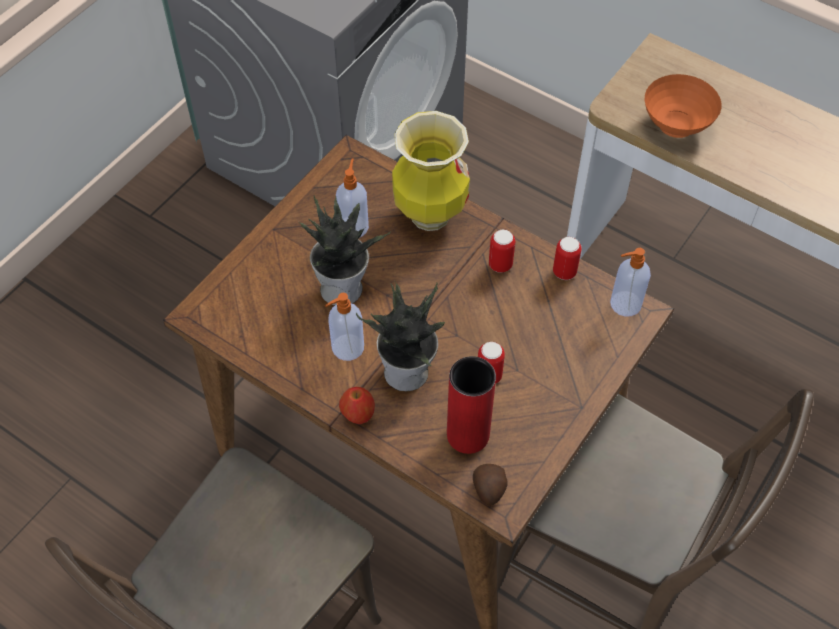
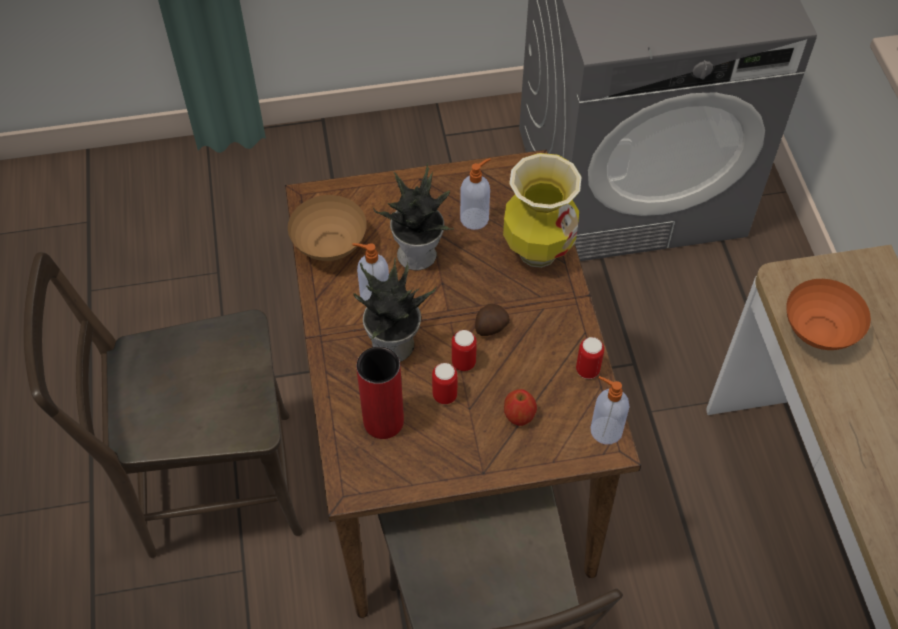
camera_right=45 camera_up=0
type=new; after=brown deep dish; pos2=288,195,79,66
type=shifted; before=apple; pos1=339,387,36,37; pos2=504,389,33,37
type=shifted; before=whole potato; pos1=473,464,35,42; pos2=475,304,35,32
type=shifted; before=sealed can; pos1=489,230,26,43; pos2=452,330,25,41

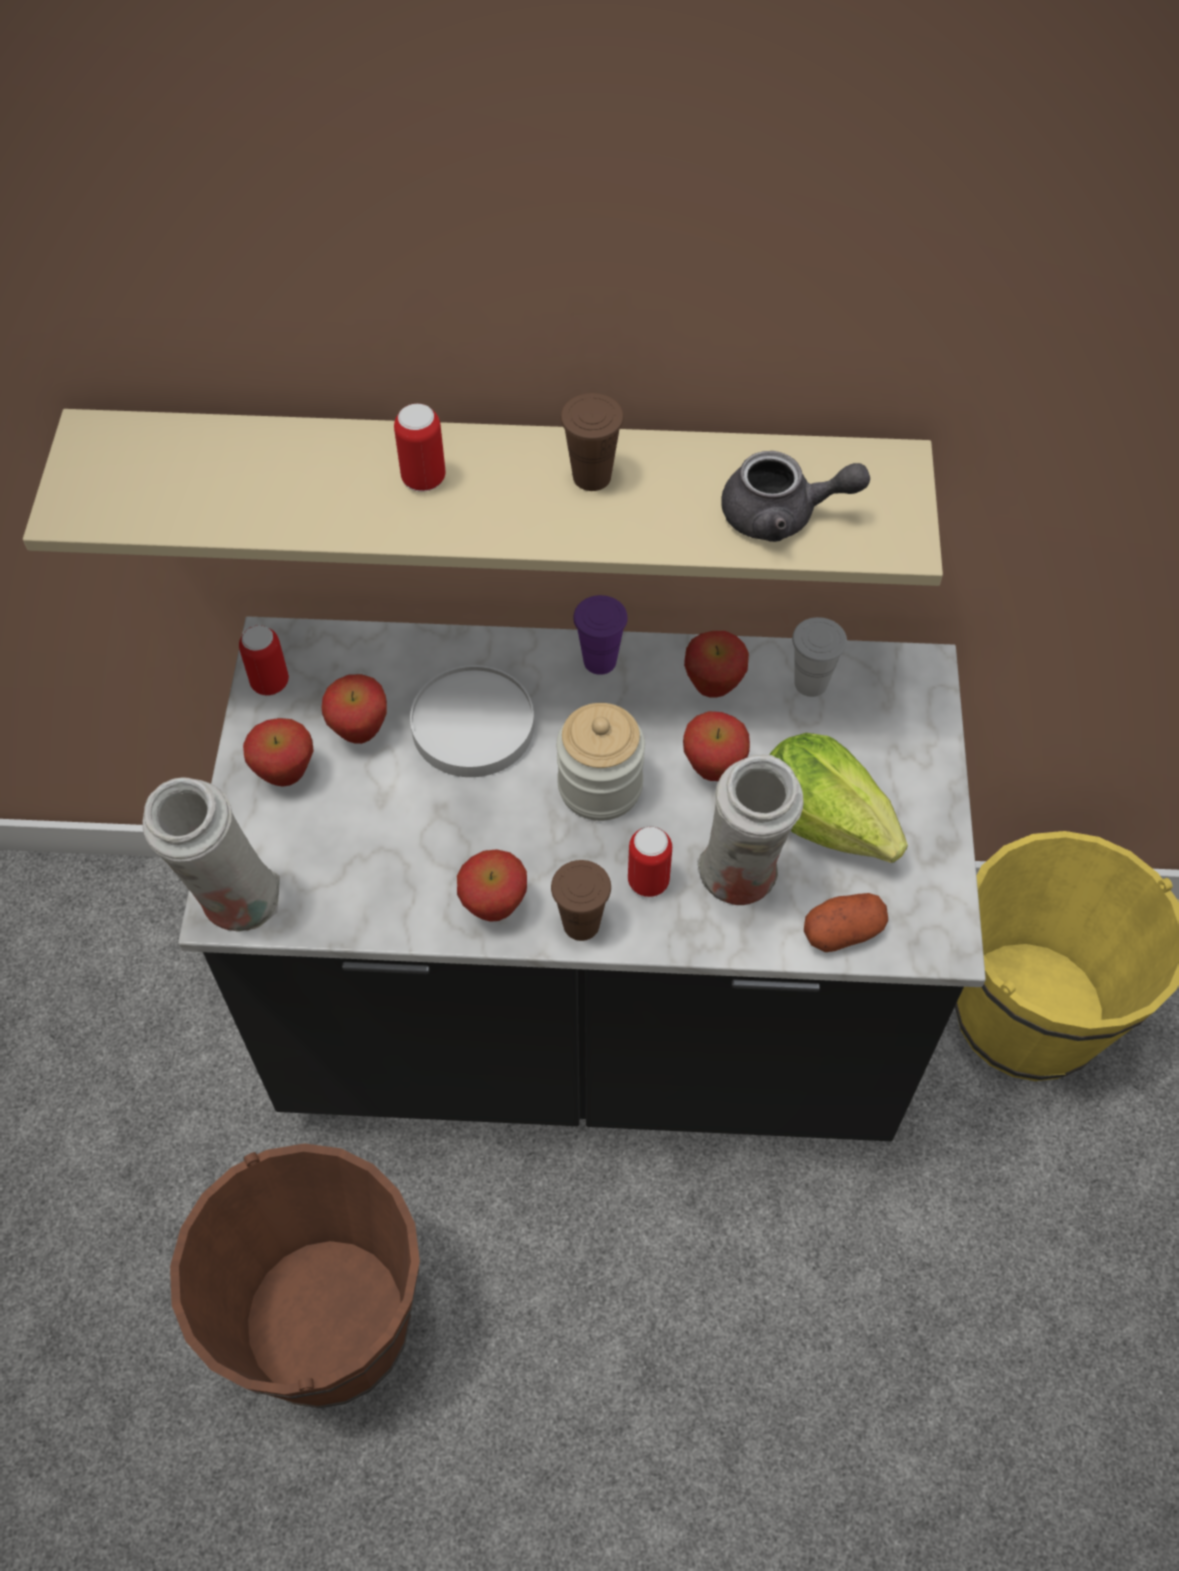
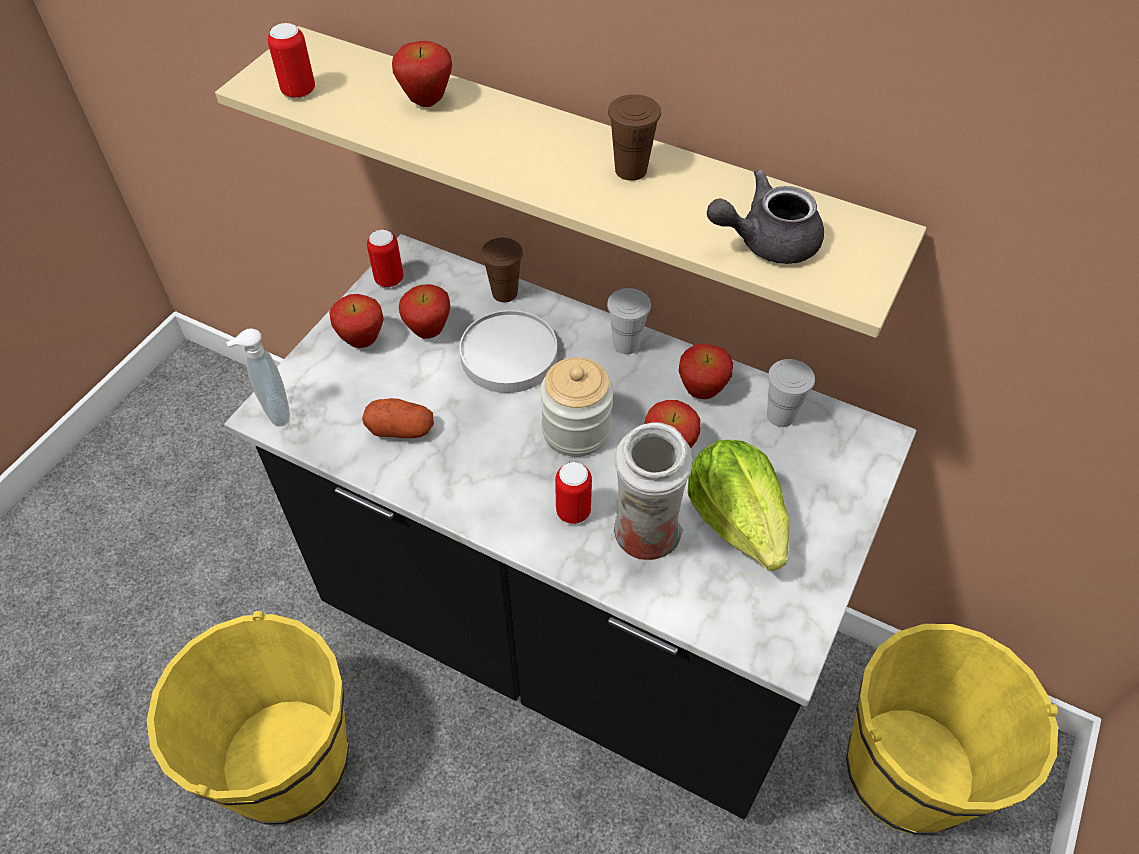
camera_right=25 camera_up=-5
type=shifted; before=sealed can; pos1=394,403,52,89; pos2=268,23,47,76
type=shifted; before=apple; pos1=457,849,70,73; pos2=392,41,60,66
type=shifted; before=brown small cup; pos1=551,860,60,81; pos2=481,238,42,64
type=shifted; before=whole potato; pos1=804,893,84,59; pos2=362,398,72,40
type=swapped; before=white-coloured flower vase; after=soap bottle; pos1=142,778,138,154; pos2=226,328,64,98
type=repainted; before=brown water bucket; after=yellowish water bucket; pos1=170,1143,250,265; pos2=147,611,202,214
type=repainted; before=purple-coloured small cup; after=white-coloured small cup; pos1=573,595,55,80; pos2=607,288,44,66
type=rotated; before=grey teapot; pos1=721,451,149,91; pos2=707,169,117,95; turn=135

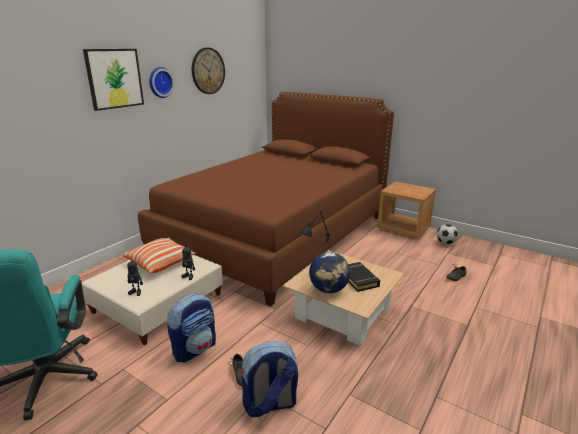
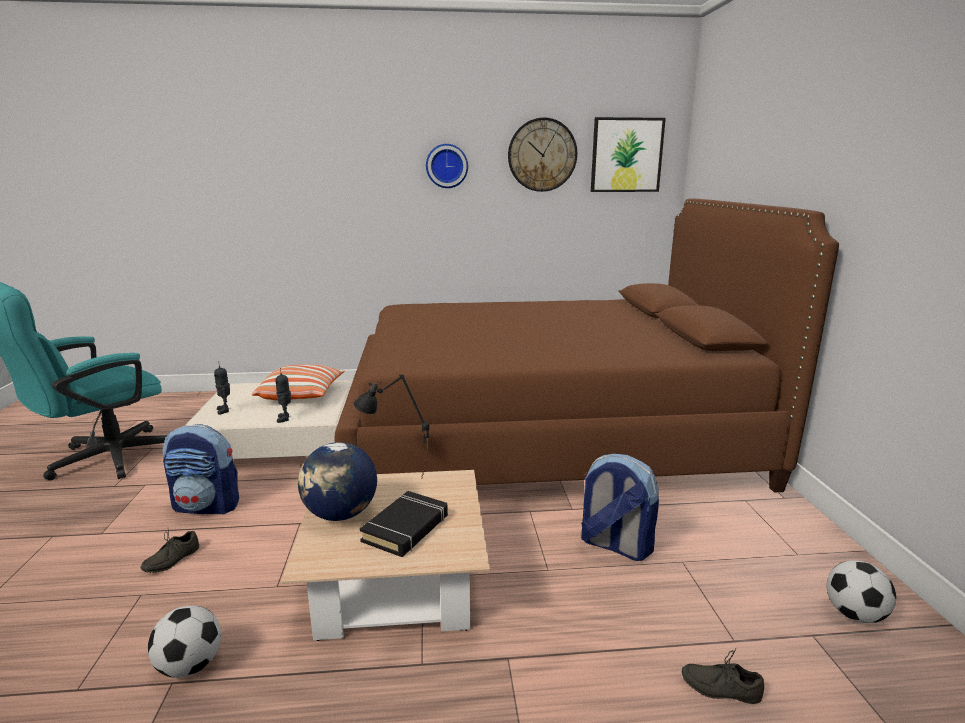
camera_right=50 camera_up=-5
type=gone; before=brown night table; pos1=377,181,59,58
type=new; after=ball for football; pos2=148,605,73,73
type=shifted; before=wall picture; pos1=83,49,61,62; pos2=591,117,75,75
type=shifted; before=knapsack; pos1=241,341,57,76; pos2=581,454,78,107

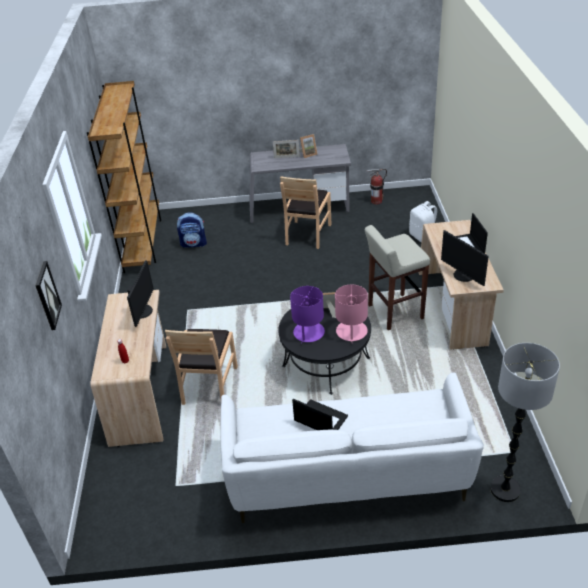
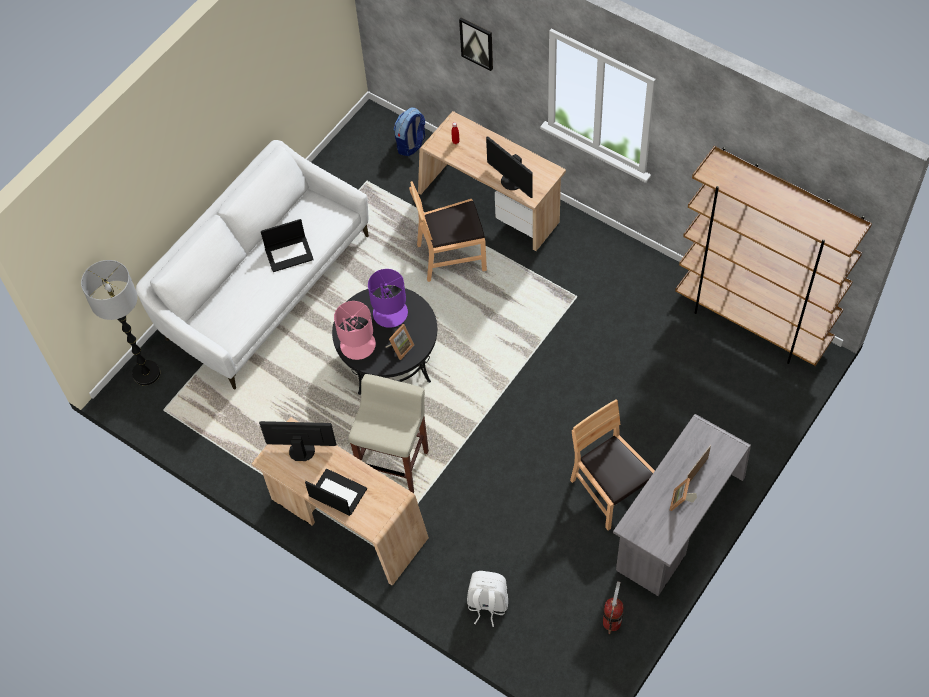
camera_right=130 camera_up=20
type=shifted; before=knapsack; pos1=177,212,30,36; pos2=394,107,31,49
type=rotated; before=brown plain chair; pos1=165,329,73,76; pos2=409,181,78,101; turn=-60

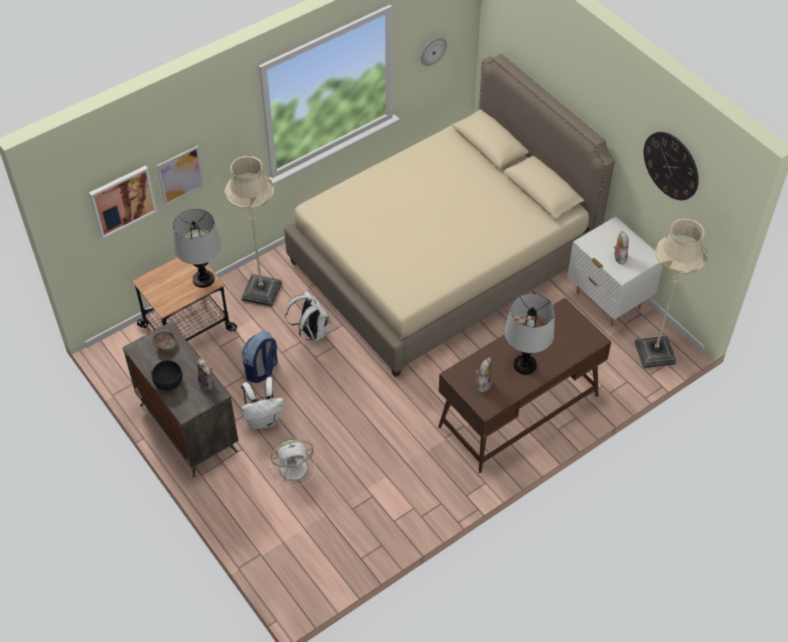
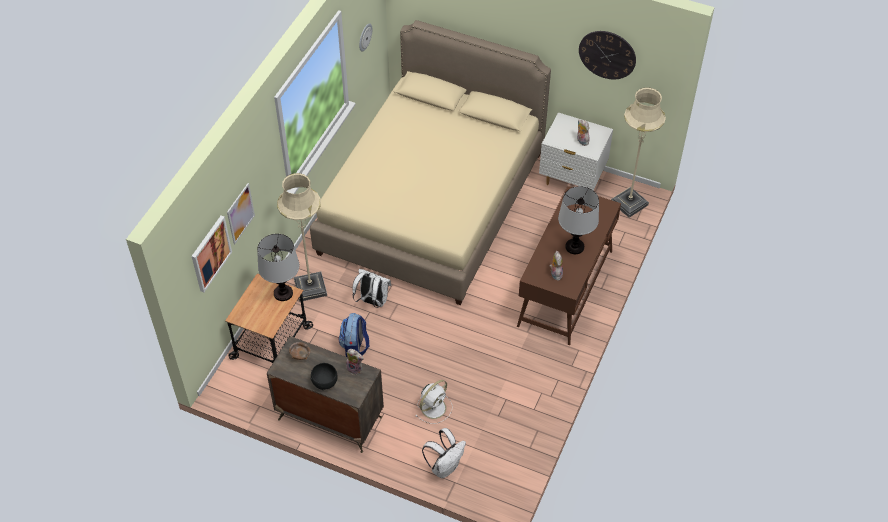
camera_right=-30 camera_up=0
type=shifted; before=white-coloured knapsack; pos1=241,377,43,52; pos2=422,428,44,50

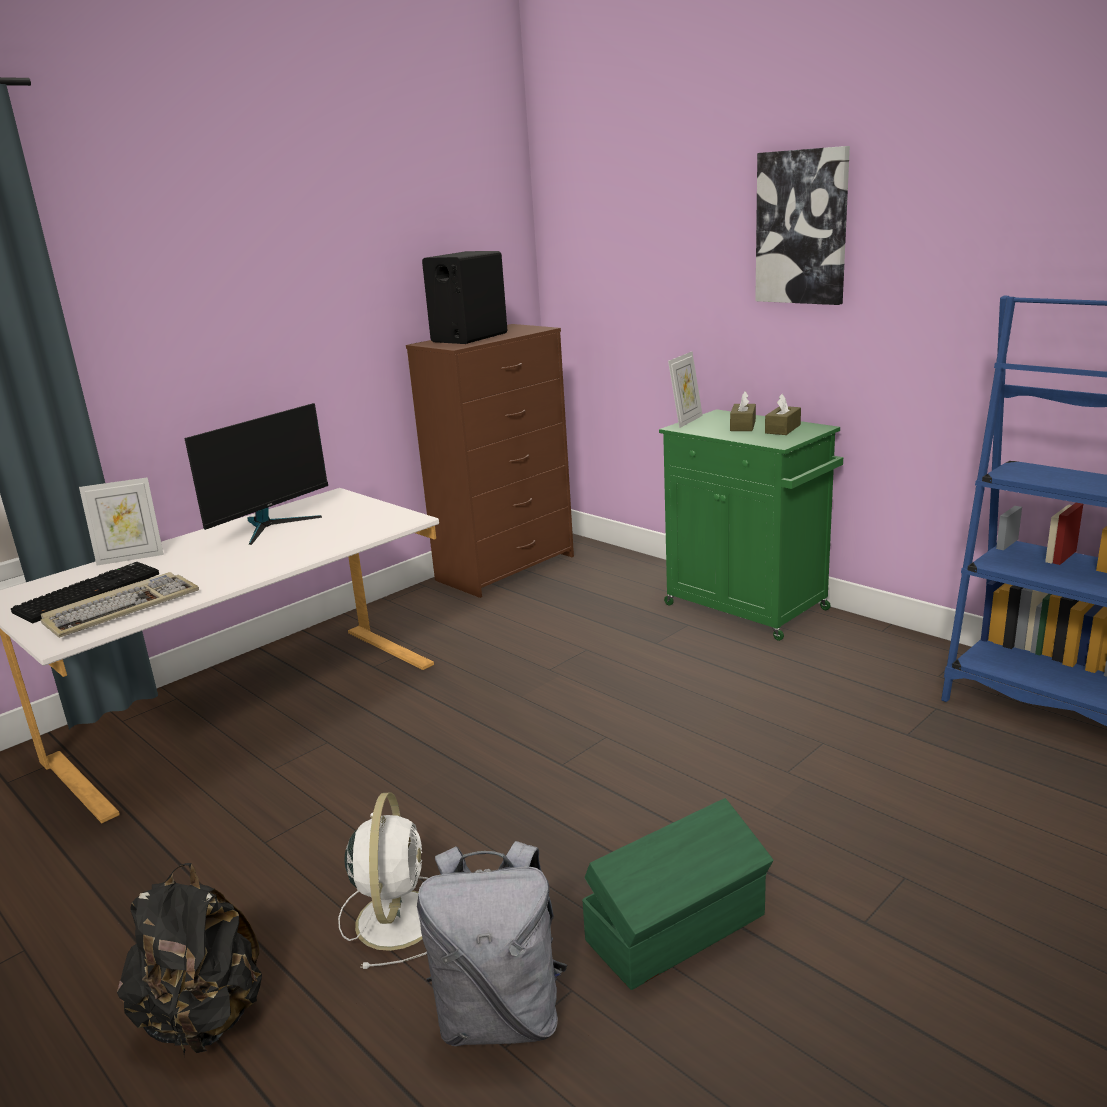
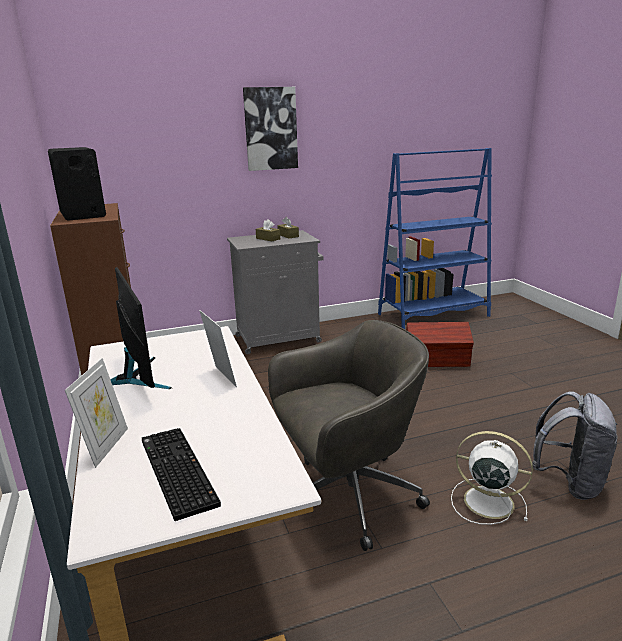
camera_right=-65 camera_up=0
type=gone; before=keyboard; pos1=41,572,158,66
type=gone; before=blackish knapsack; pos1=117,863,145,191
type=gone; before=greenish storage container; pos1=582,798,192,192
type=new; after=grey office chair; pos2=268,320,162,231
type=new; after=brown storage container; pos2=406,322,68,45
type=shifted; before=photo frame; pos1=668,351,35,77; pos2=199,310,38,77
type=repainted; before=greenish cupboard; after=grey cupboard; pos1=659,409,184,232; pos2=227,230,96,124

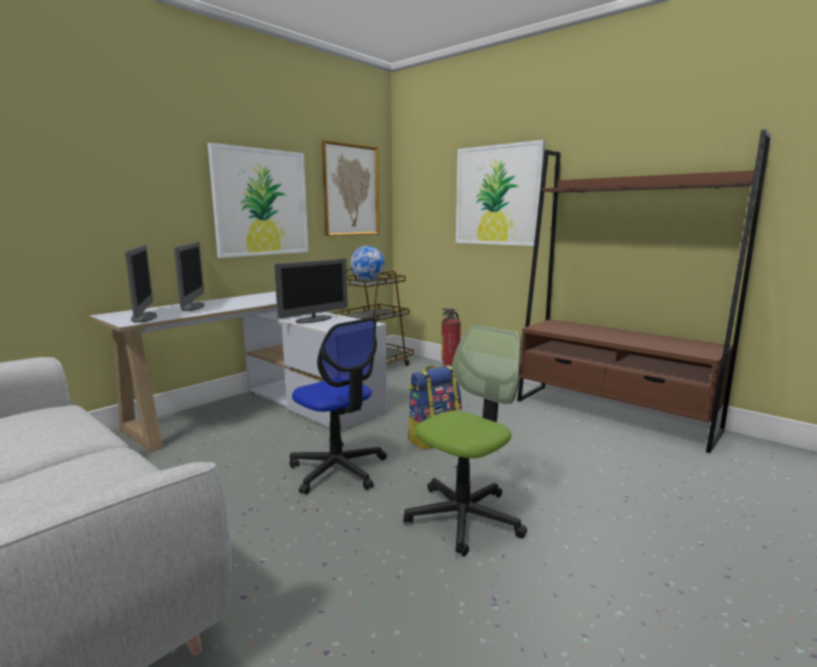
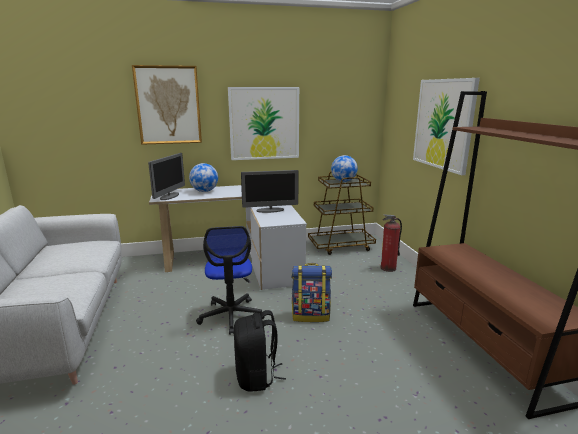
camera_right=35 camera_up=5
type=shifted; before=wall picture; pos1=322,140,57,96; pos2=132,65,70,80
type=swapped; before=computer display; after=world globe; pos1=174,242,31,69; pos2=189,163,29,29
type=swapped; before=office chair; after=blackish knapsack; pos1=403,325,124,231; pos2=234,310,52,82

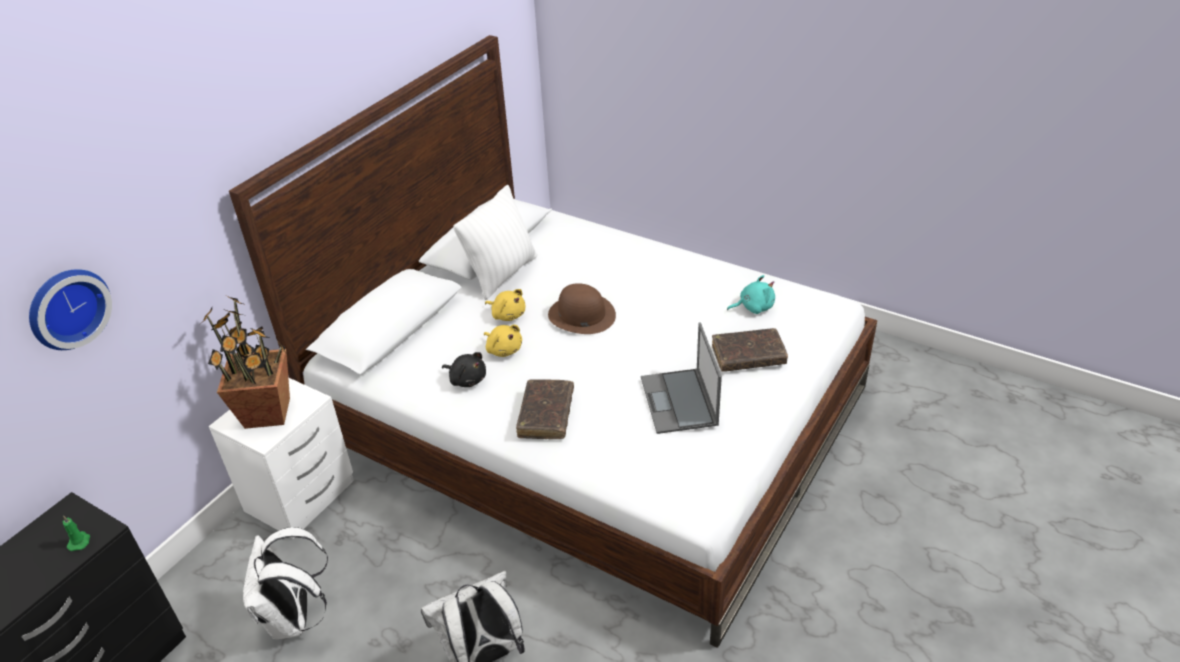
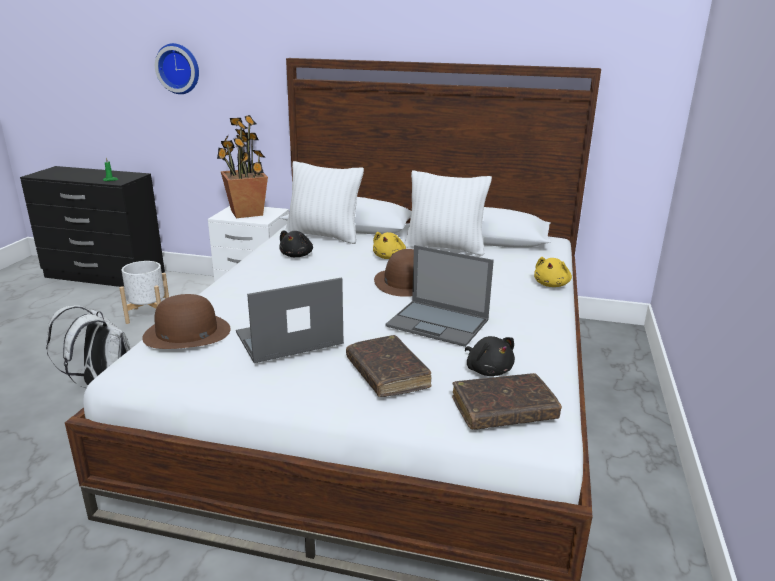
camera_right=70 camera_up=-15
type=new; after=brown clothing hat; pos2=142,294,89,55
type=new; after=white-coloured cushion; pos2=285,161,79,83
type=new; after=laptop; pos2=385,245,109,102
type=shifted; before=yellowish cuddly toy; pos1=484,325,38,32; pos2=534,257,38,30
type=shifted; before=brown volume; pos1=516,379,58,60; pos2=452,373,110,56
type=swapped; before=white-coloured knapsack; after=white-coloured flower pot; pos1=243,527,85,112; pos2=119,261,50,63
type=repainted; before=turquoise cuddly toy; after=blackish cuddly toy; pos1=727,275,48,39; pos2=465,336,50,40

